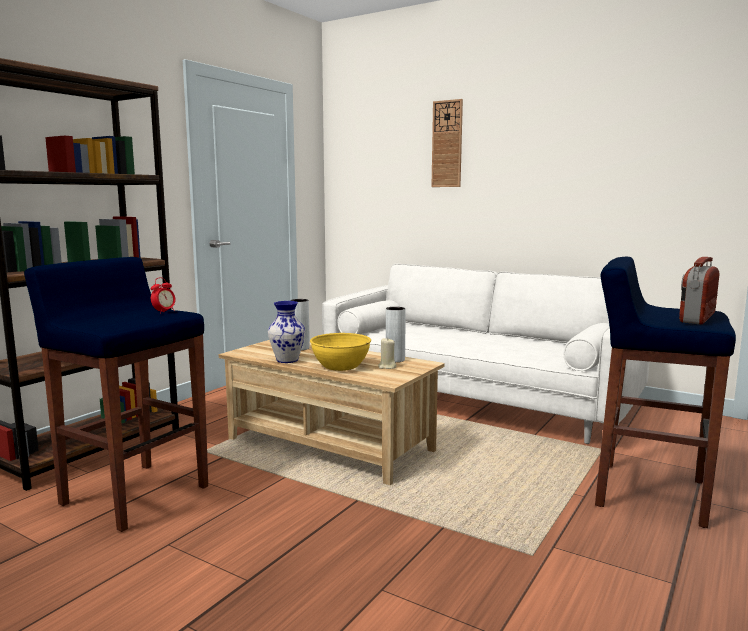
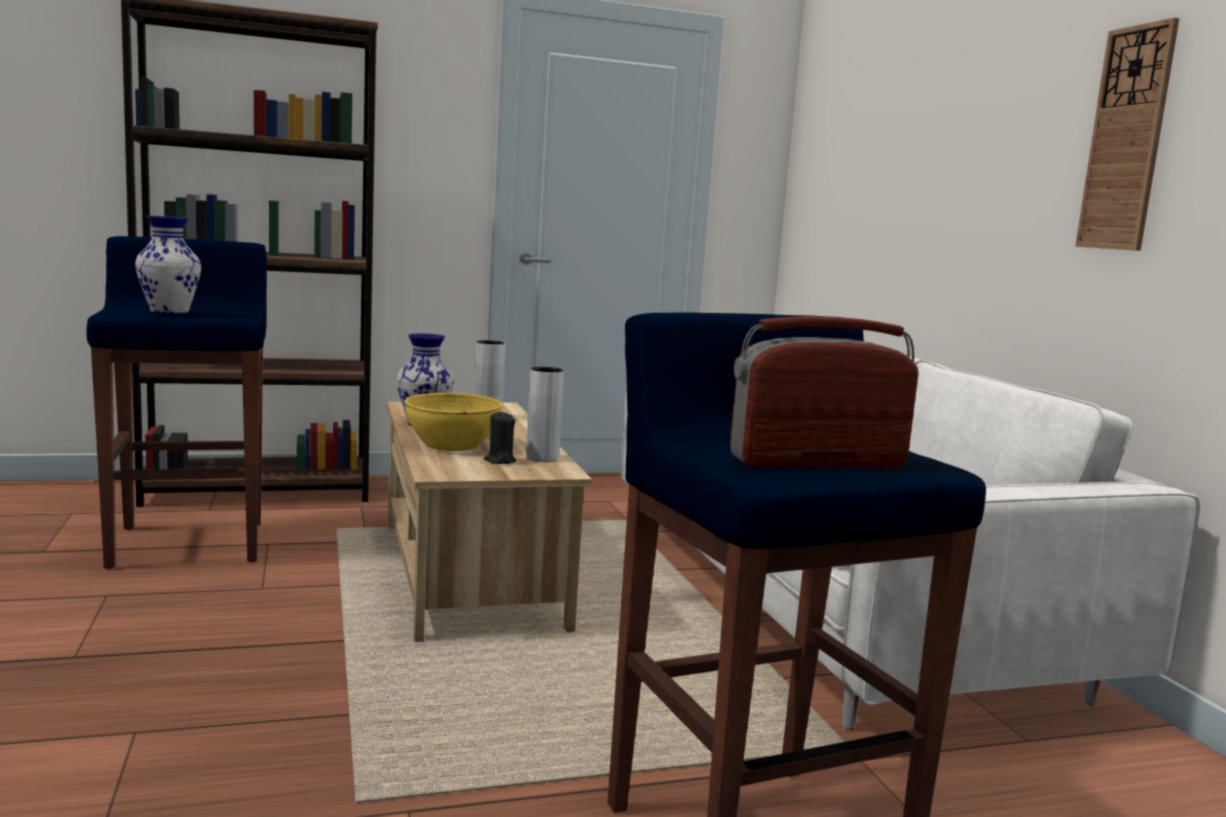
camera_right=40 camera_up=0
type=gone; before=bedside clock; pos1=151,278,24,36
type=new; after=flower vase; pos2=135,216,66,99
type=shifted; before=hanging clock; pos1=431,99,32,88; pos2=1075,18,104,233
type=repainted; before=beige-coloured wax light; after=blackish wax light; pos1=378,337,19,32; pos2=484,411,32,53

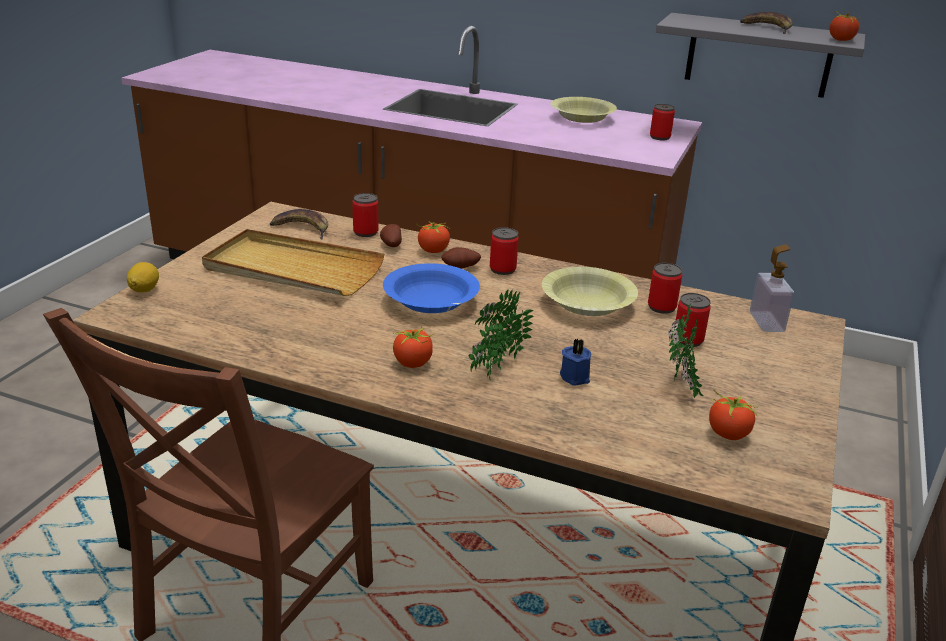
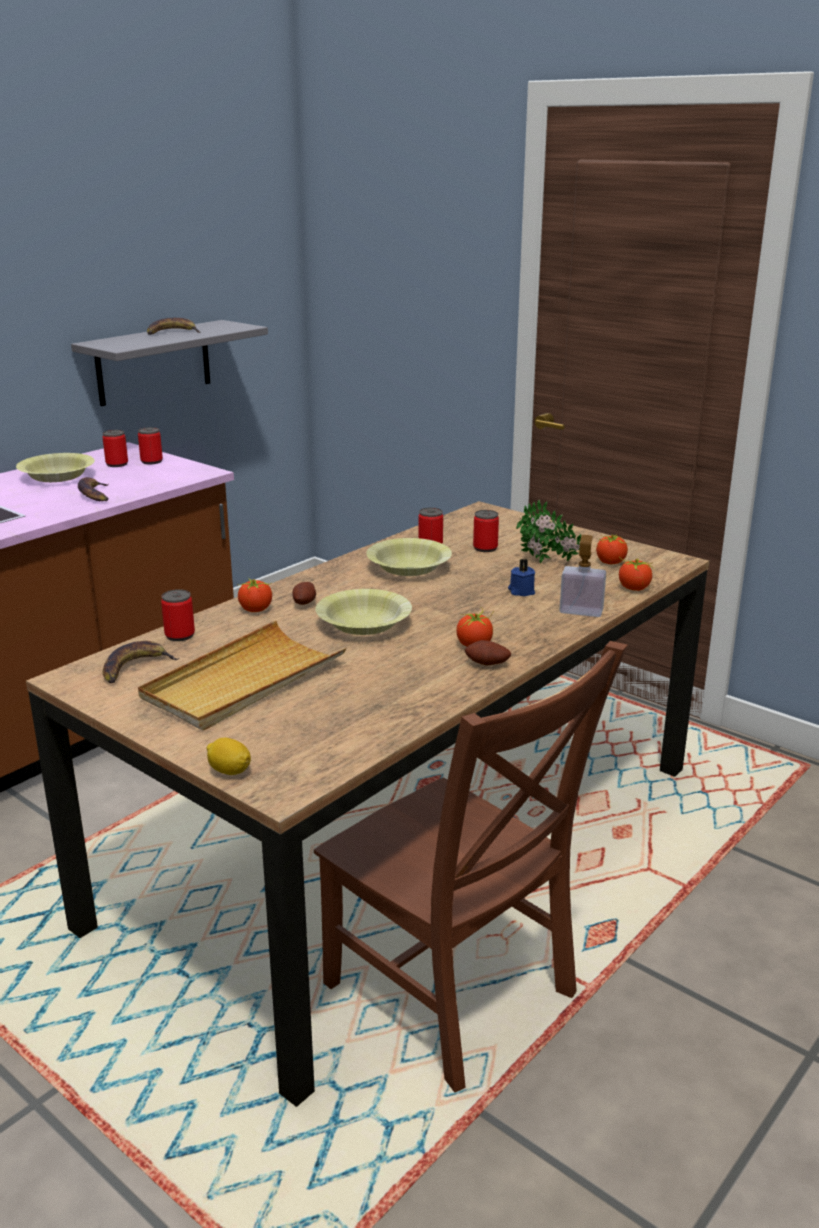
camera_right=-70 camera_up=-5
type=gone; before=potted plant; pos1=469,289,64,91
type=new; after=banana fruit; pos2=78,477,31,24
type=shifted; before=whole potato; pos1=380,224,22,23; pos2=465,640,46,25
type=shifted; before=sealed can; pos1=490,227,29,48; pos2=102,430,26,37
type=shifted; before=soap bottle; pos1=750,244,44,88; pos2=560,535,46,82
type=shifted; before=fresh tomato; pos1=830,11,29,30; pos2=619,557,35,34
type=repainted; before=blue deep dish; after=yellowish deep dish; pos1=383,263,97,50; pos2=315,589,97,46

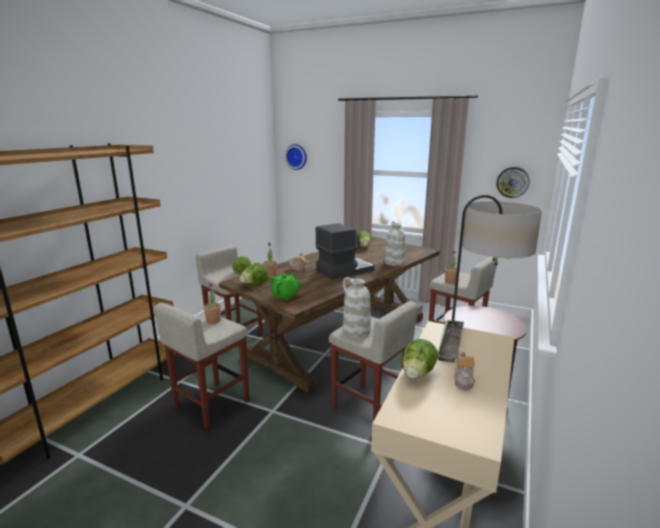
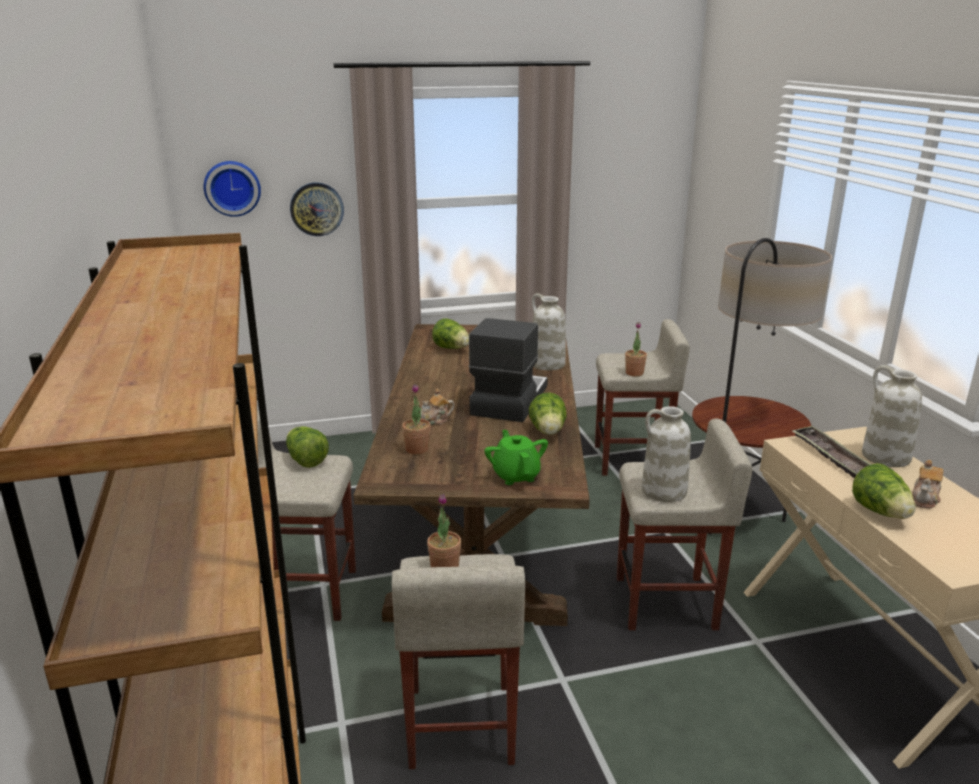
camera_right=-40 camera_up=5
type=new; after=white-coloured flower vase; pos2=862,365,60,102
type=shifted; before=head of lettuce; pos1=240,263,28,21; pos2=529,392,37,43
type=shifted; before=hanging clock; pos1=496,167,34,31; pos2=290,182,54,54
type=rotated; before=teapot; pos1=455,351,20,39; pos2=912,460,32,49; turn=60

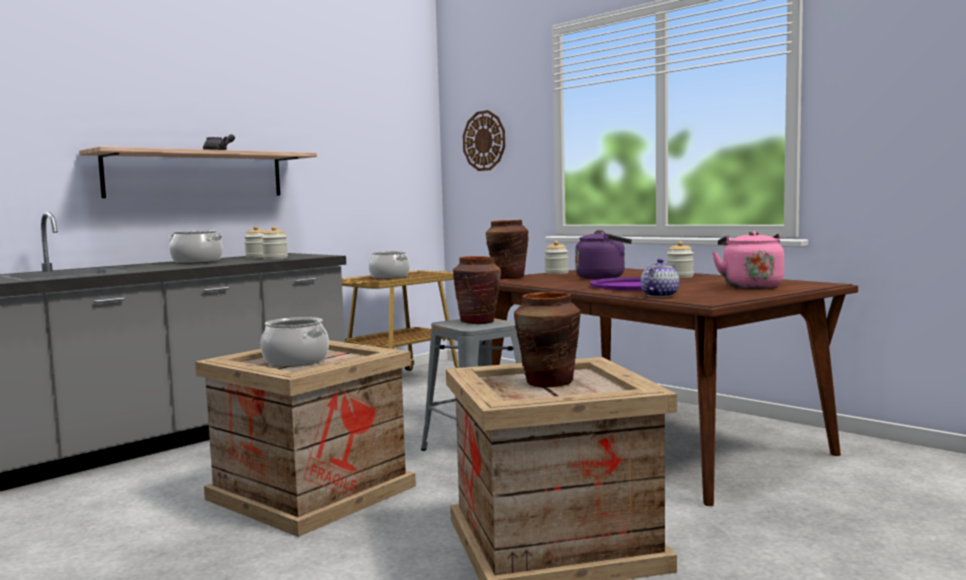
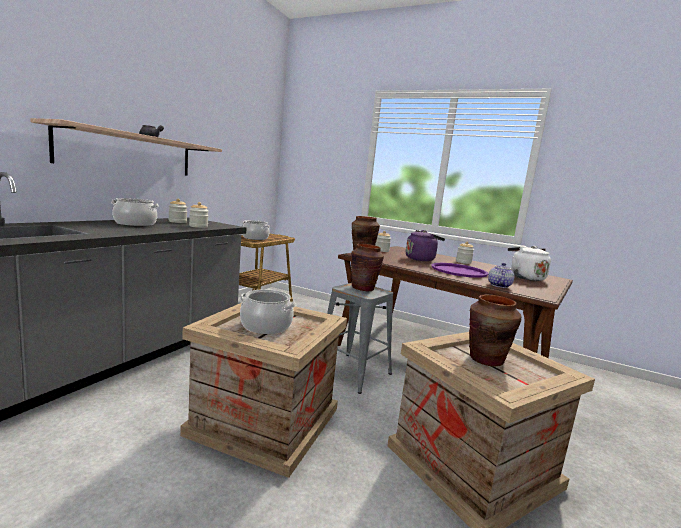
camera_right=-20 camera_up=5
type=gone; before=hanging clock; pos1=463,110,42,61
type=repainted; before=pink tea kettle; after=white-coloured tea kettle; pos1=712,231,72,58; pos2=508,246,43,35

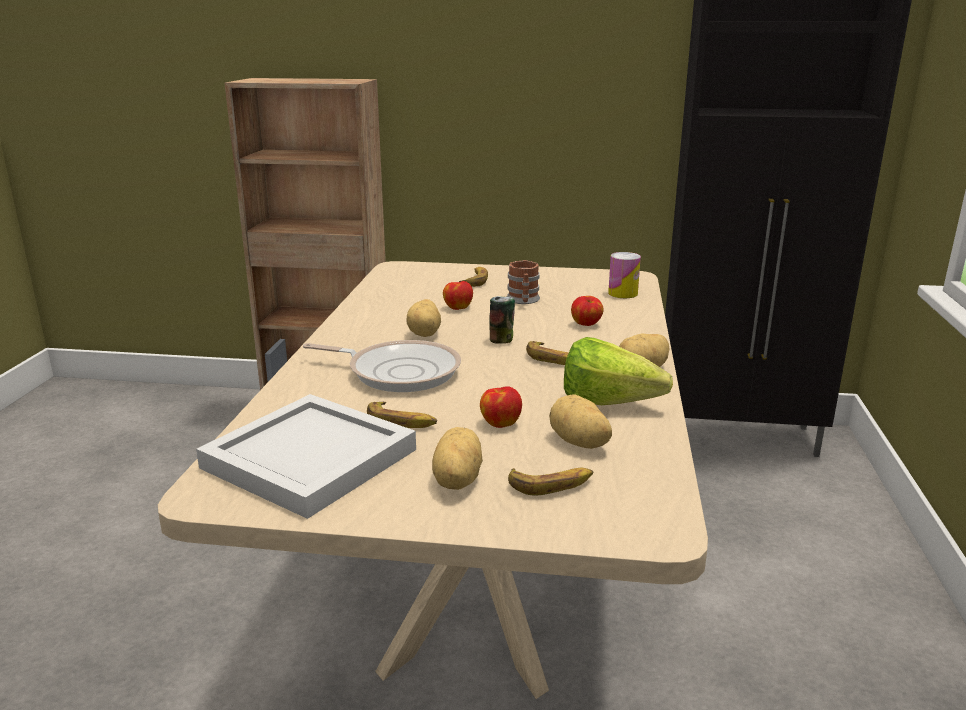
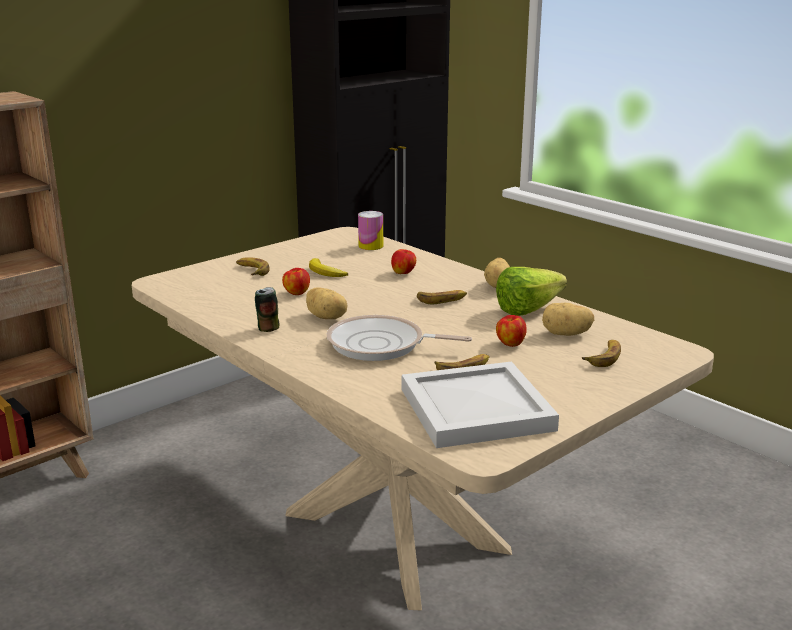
camera_right=-50 camera_up=0
type=gone; before=whole potato; pos1=432,427,51,63
type=shifted; before=sealed can; pos1=489,296,26,48; pos2=255,287,25,45
type=swapped; before=tea mug; after=banana fruit; pos1=507,260,33,44; pos2=309,258,39,19
type=rotated; before=frying pan; pos1=303,340,158,52; pos2=327,315,145,46; turn=-135

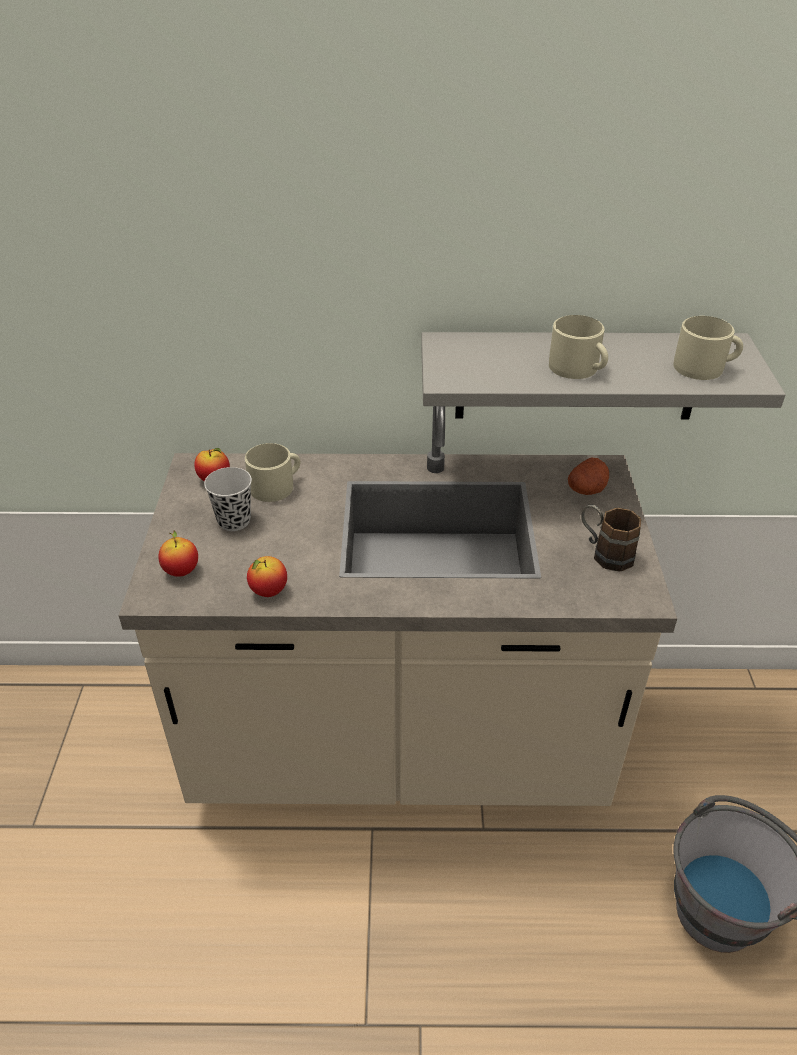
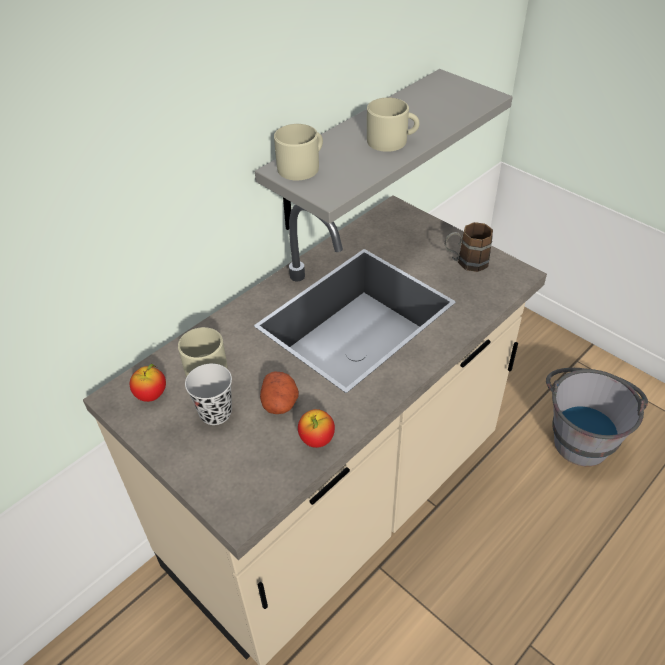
camera_right=-45 camera_up=5
type=gone; before=apple; pos1=158,530,40,47
type=shifted; before=whole potato; pos1=568,457,41,38; pos2=260,371,39,43
type=shifted; before=beige-coloured tea mug; pos1=673,316,70,64; pos2=274,124,49,56

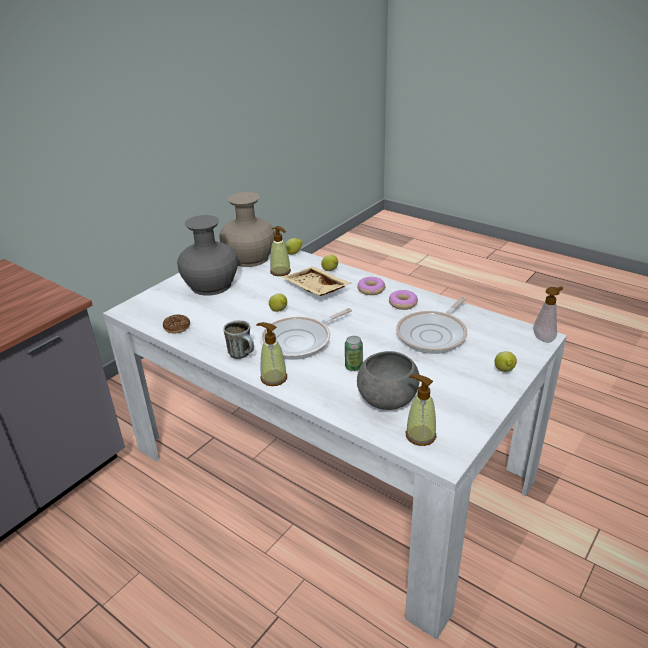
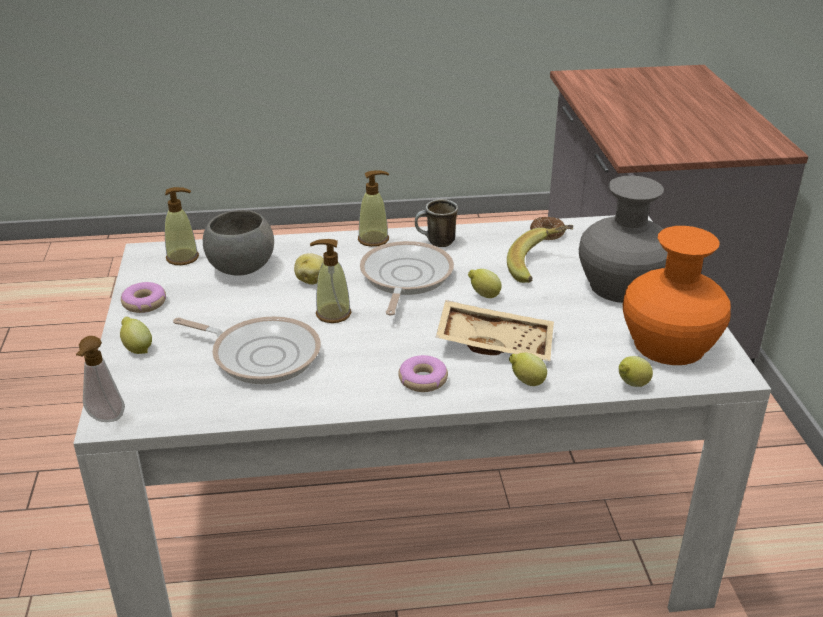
camera_right=135 camera_up=0
type=new; after=banana fruit; pos2=507,225,66,58
type=shifted; before=soap bottle; pos1=270,226,21,50; pos2=310,239,41,84
type=shifted; before=ring doughnut; pos1=389,290,29,20; pos2=121,282,45,31
type=swapped; before=sealed can; after=whole potato; pos1=345,336,18,35; pos2=294,253,30,32
type=repainted; before=beige-coloured flower vase; after=orange flower vase; pos1=219,192,56,75; pos2=623,226,108,139
type=rotated; before=frying pan; pos1=396,297,71,57; pos2=173,316,148,68; turn=120

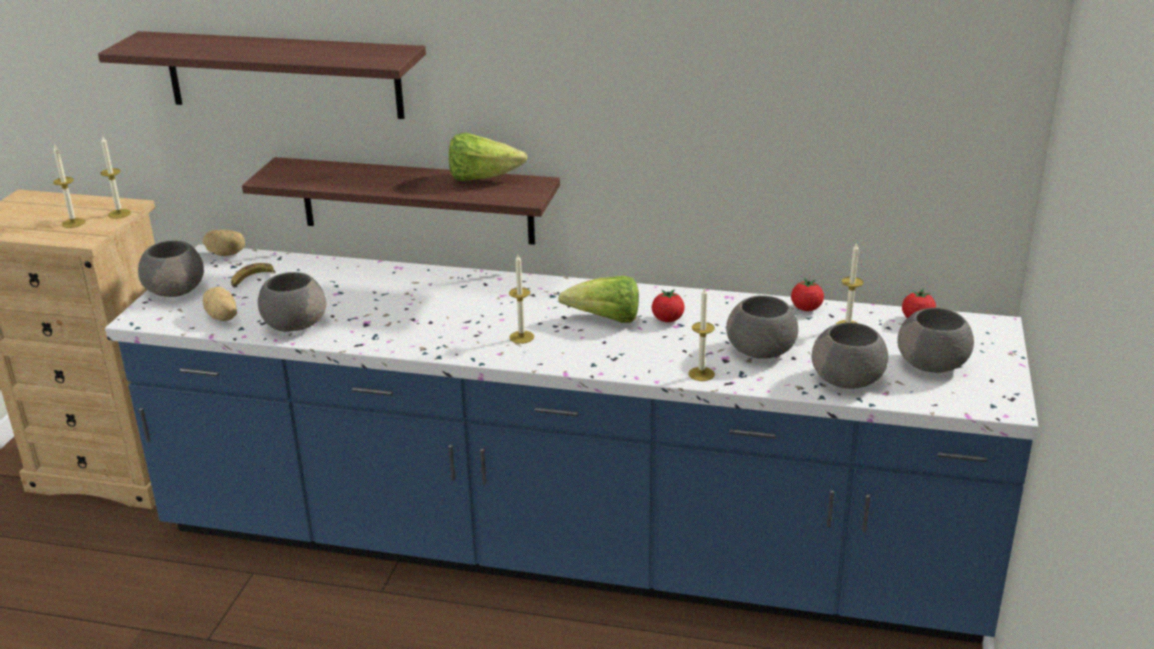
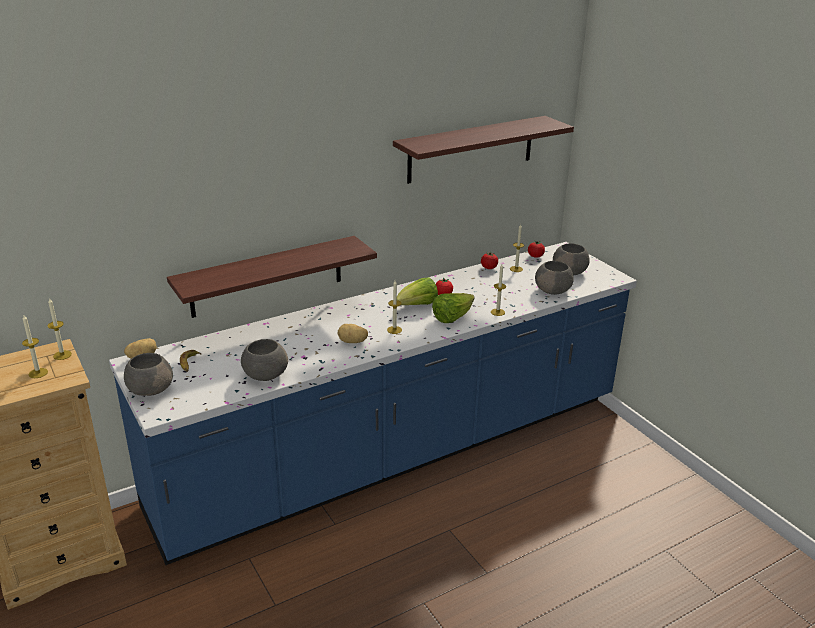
camera_right=-45 camera_up=0
type=gone; before=grey deep dish; pos1=726,296,72,63
type=shifted; before=wall shelf; pos1=98,31,328,88; pos2=393,116,181,68
type=shifted; before=whole potato; pos1=203,287,34,34; pos2=337,324,31,19
type=shifted; before=head of lettuce; pos1=449,133,78,48; pos2=432,293,42,30

